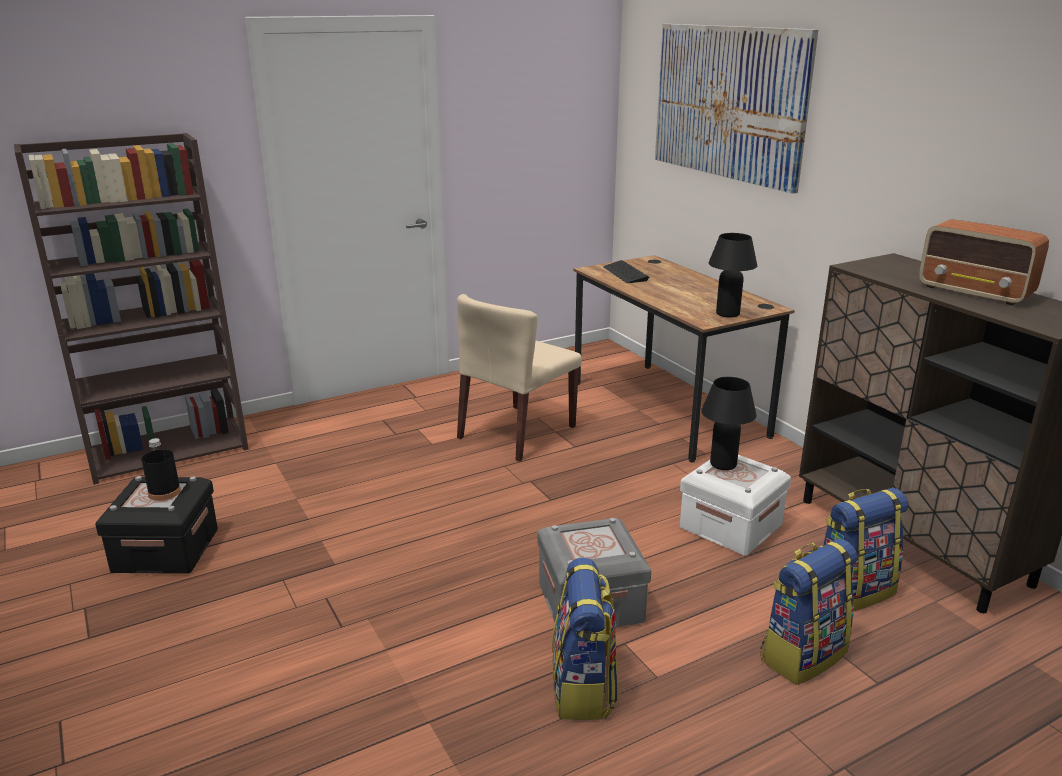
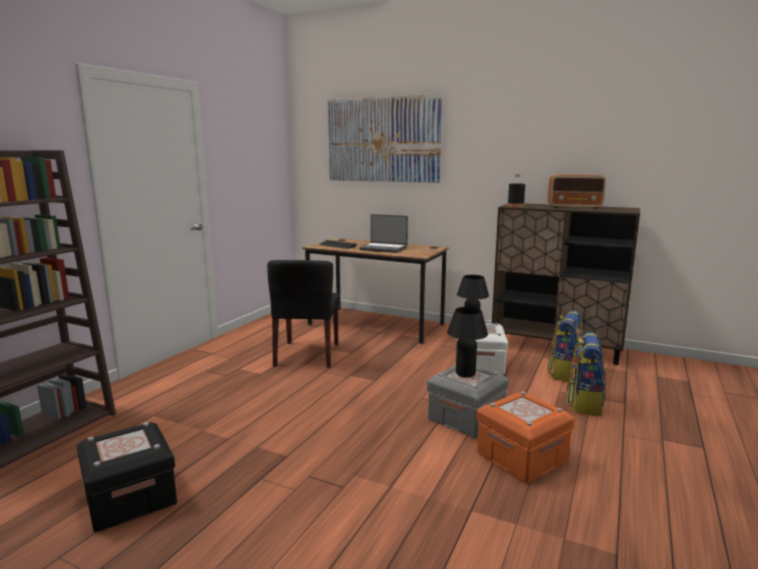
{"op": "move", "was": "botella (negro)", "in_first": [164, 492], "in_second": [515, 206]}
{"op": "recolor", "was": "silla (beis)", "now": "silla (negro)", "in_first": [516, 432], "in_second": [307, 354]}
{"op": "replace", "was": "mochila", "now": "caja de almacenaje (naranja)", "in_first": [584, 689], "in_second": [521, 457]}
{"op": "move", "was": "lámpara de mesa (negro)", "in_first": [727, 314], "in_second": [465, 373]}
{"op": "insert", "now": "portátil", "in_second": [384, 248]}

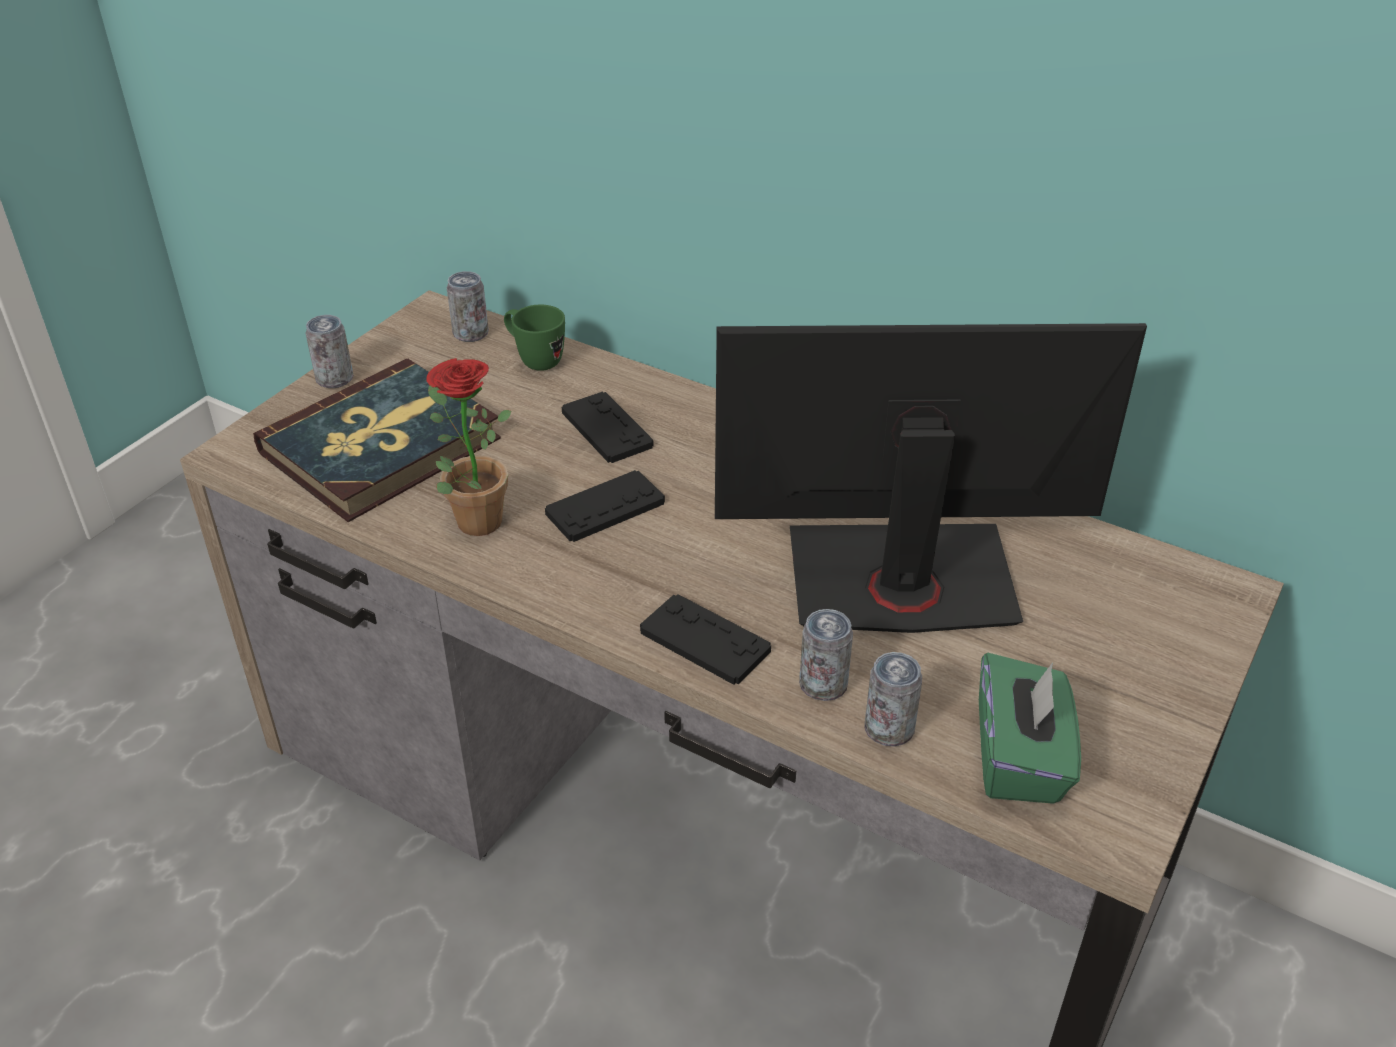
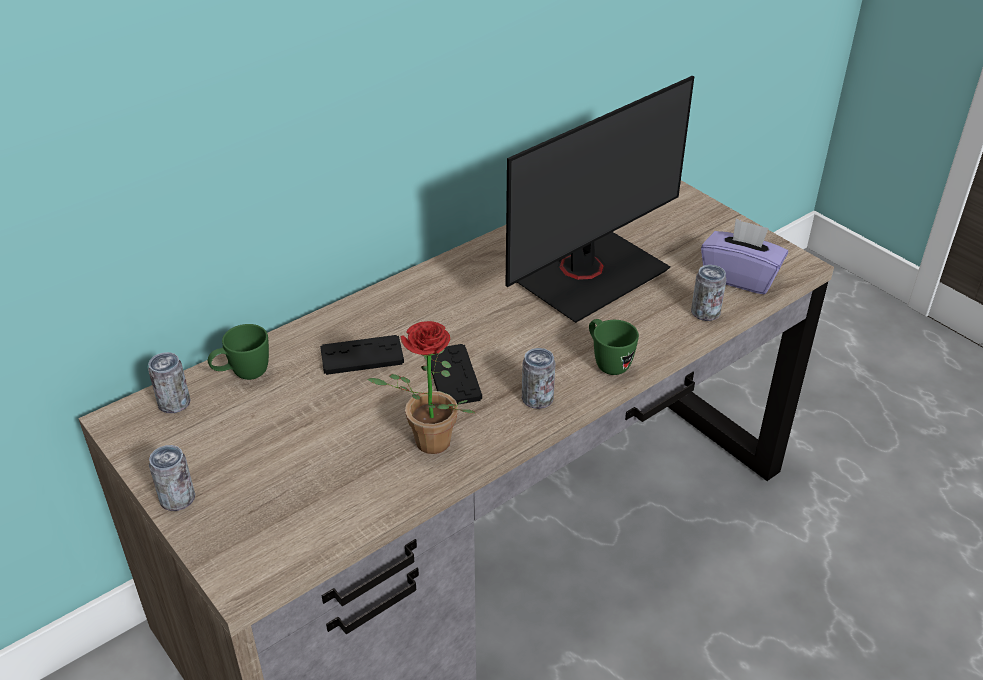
{"op": "delete", "was": "libro", "in_first": [381, 446]}
{"op": "replace", "was": "mando de consola (negro)", "now": "taza grande (verde)", "in_first": [705, 641], "in_second": [607, 362]}
{"op": "rotate", "was": "monitor", "in_first": [901, 581], "in_second": [589, 275], "clockwise": -150}
{"op": "move", "was": "lata", "in_first": [823, 685], "in_second": [537, 399]}
{"op": "recolor", "was": "caja de pañuelos (verde)", "now": "caja de pañuelos (morado)", "in_first": [1020, 759], "in_second": [740, 277]}

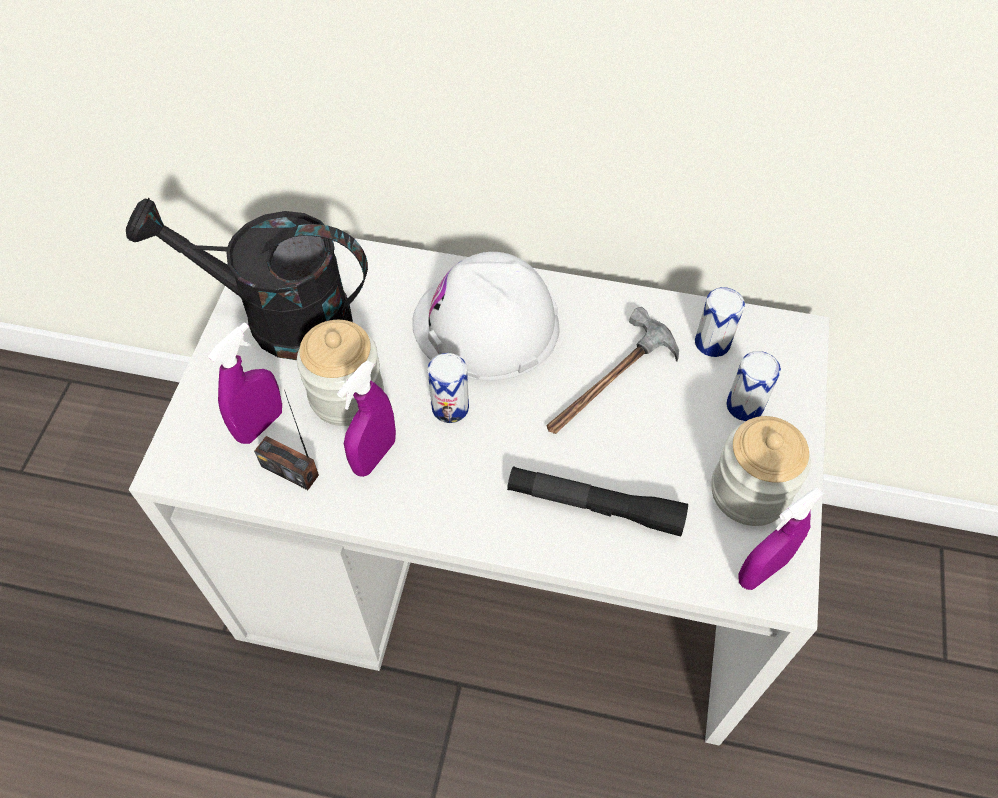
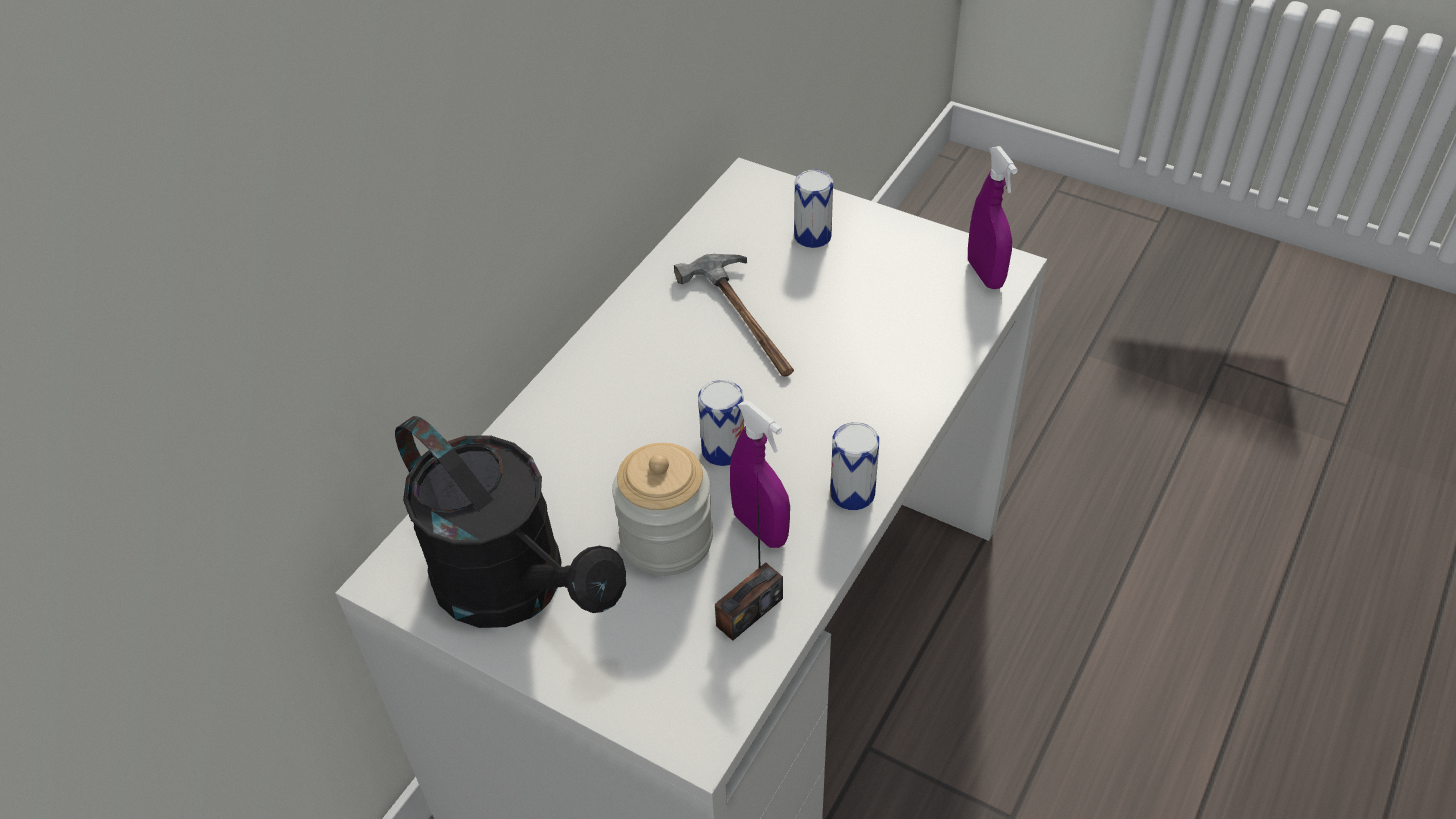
{"op": "rotate", "was": "regadera (negro)", "in_first": [279, 318], "in_second": [516, 588], "clockwise": -75}
{"op": "delete", "was": "pulverizador (morado)", "in_first": [260, 425]}
{"op": "delete", "was": "casco (blanco)", "in_first": [486, 325]}
{"op": "delete", "was": "linterna (negro)", "in_first": [594, 506]}
{"op": "move", "was": "lata", "in_first": [712, 342], "in_second": [852, 493]}
{"op": "delete", "was": "tarro", "in_first": [750, 491]}

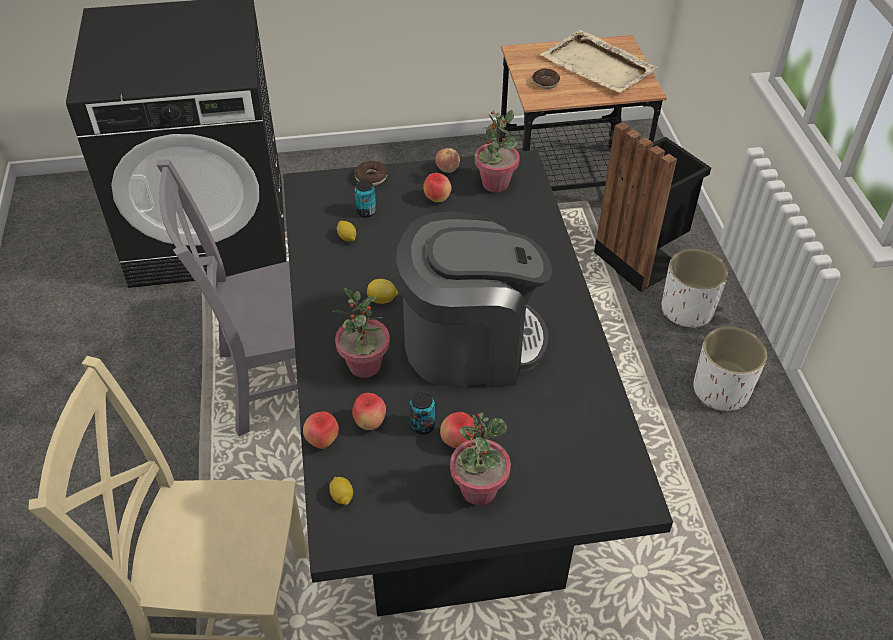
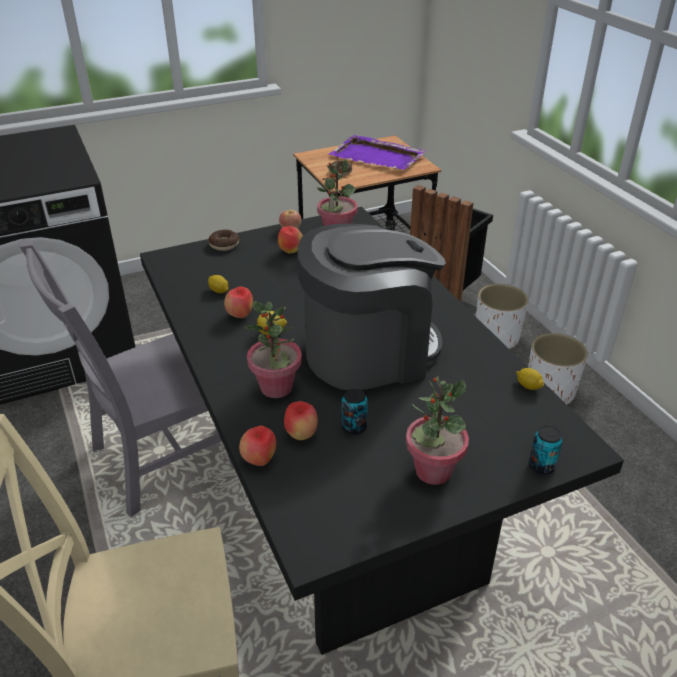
{"op": "move", "was": "limón", "in_first": [341, 496], "in_second": [528, 386]}
{"op": "move", "was": "lata", "in_first": [366, 212], "in_second": [541, 466]}
{"op": "move", "was": "manzana", "in_first": [457, 442], "in_second": [240, 315]}
{"op": "recolor", "was": "bandeja (beis)", "now": "bandeja (morado)", "in_first": [598, 66], "in_second": [378, 156]}

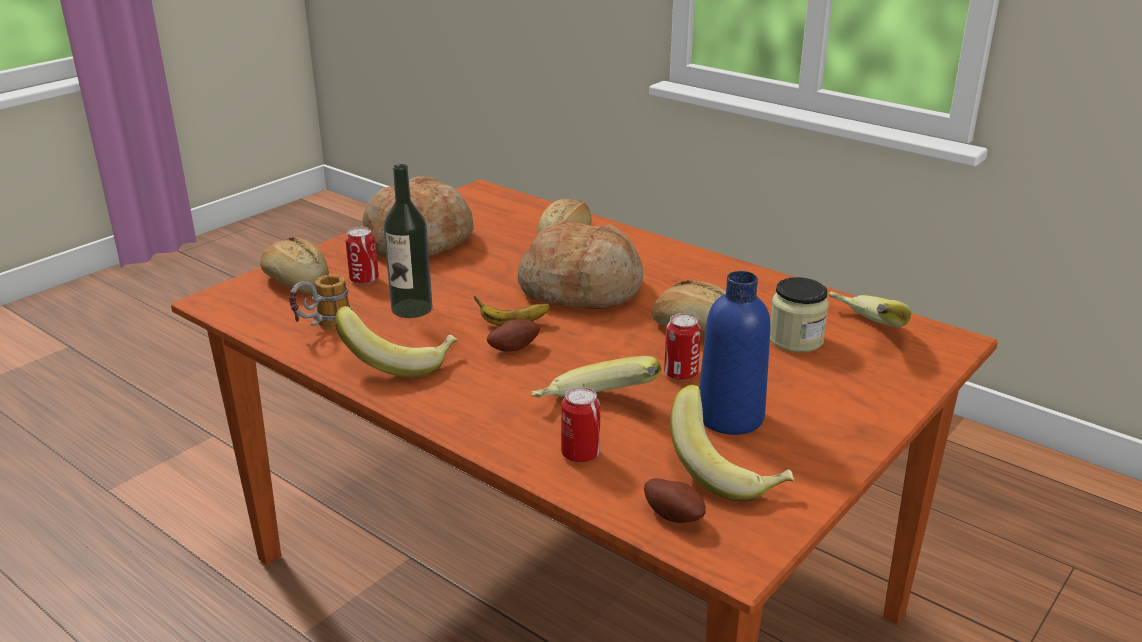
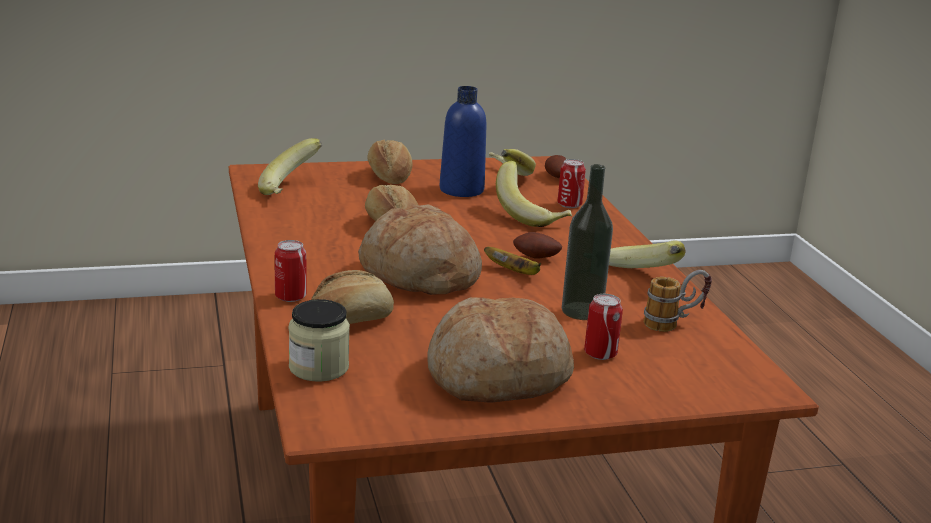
{"op": "move", "was": "pan", "in_first": [297, 282], "in_second": [389, 176]}
{"op": "move", "was": "lata", "in_first": [680, 374], "in_second": [290, 297]}
{"op": "move", "was": "tarro", "in_first": [795, 339], "in_second": [319, 367]}

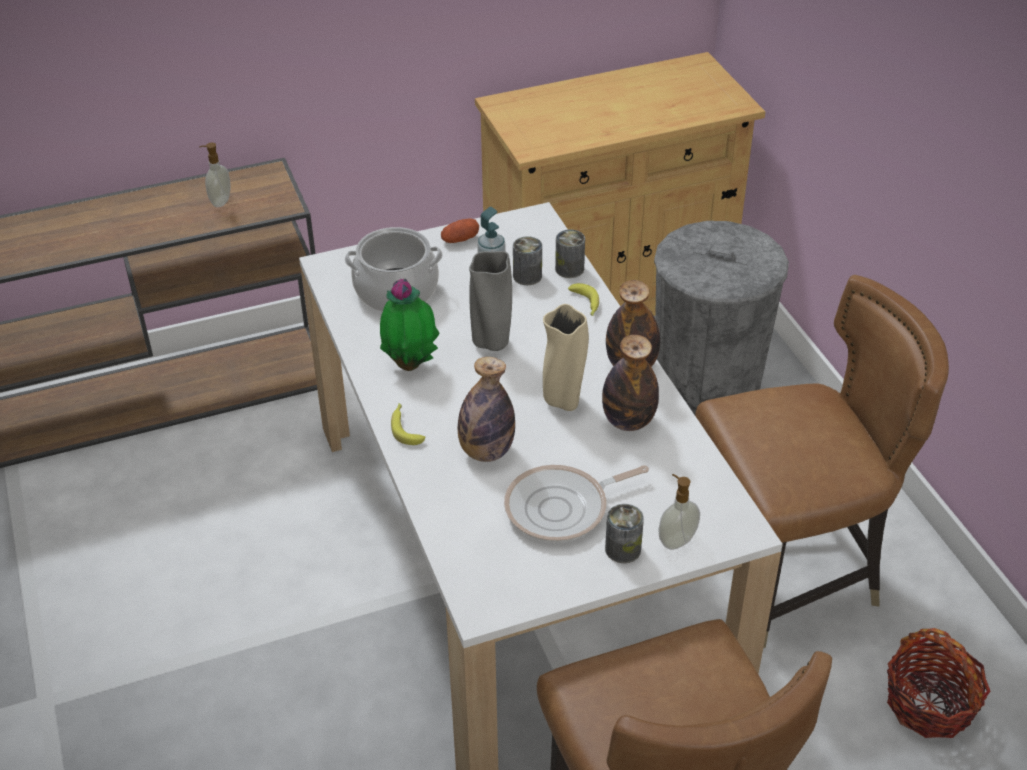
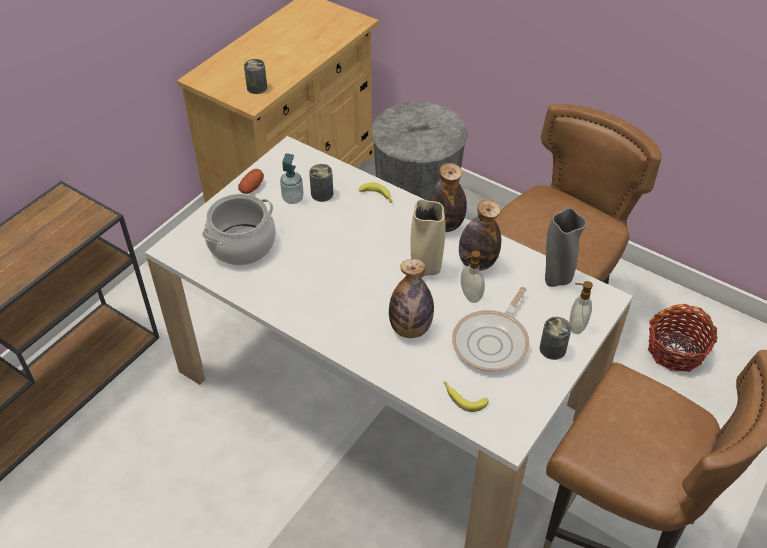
{"op": "move", "was": "dispensador de jabón", "in_first": [220, 201], "in_second": [470, 296]}
{"op": "delete", "was": "planta en maceta", "in_first": [411, 364]}
{"op": "move", "was": "plátano", "in_first": [406, 427], "in_second": [463, 397]}
{"op": "move", "was": "florero (gris)", "in_first": [491, 343], "in_second": [556, 279]}
{"op": "move", "was": "lata", "in_first": [569, 269], "in_second": [257, 88]}

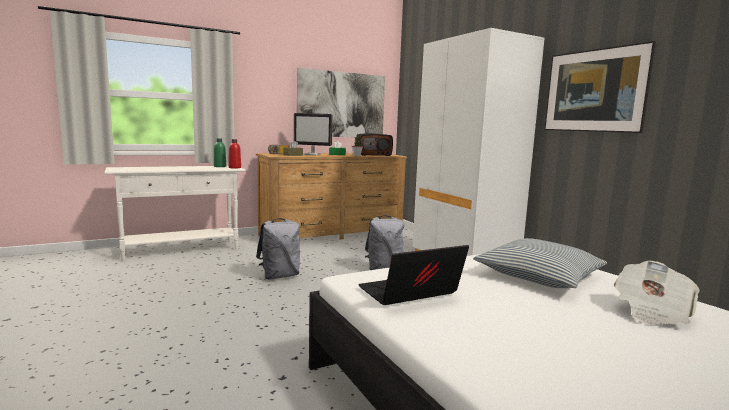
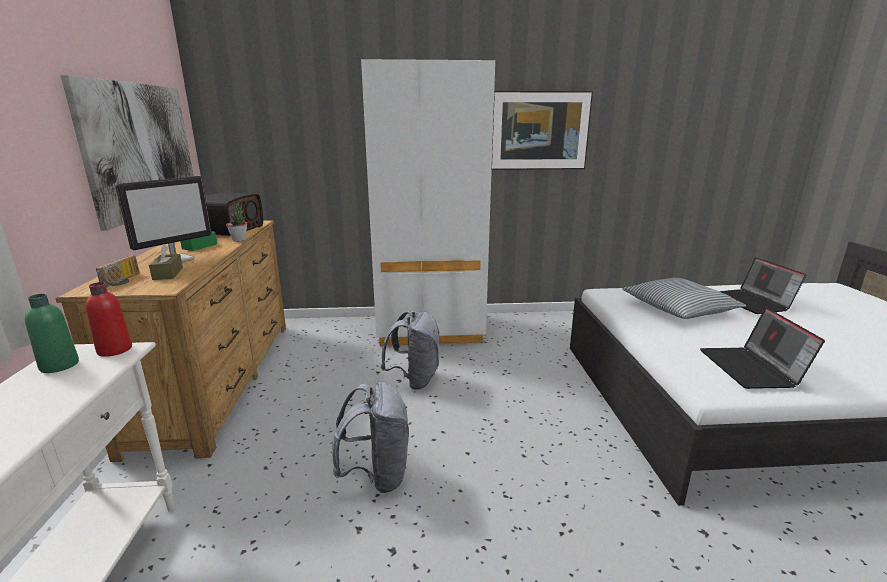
{"op": "replace", "was": "periódico", "now": "portátil", "in_first": [651, 311], "in_second": [753, 302]}

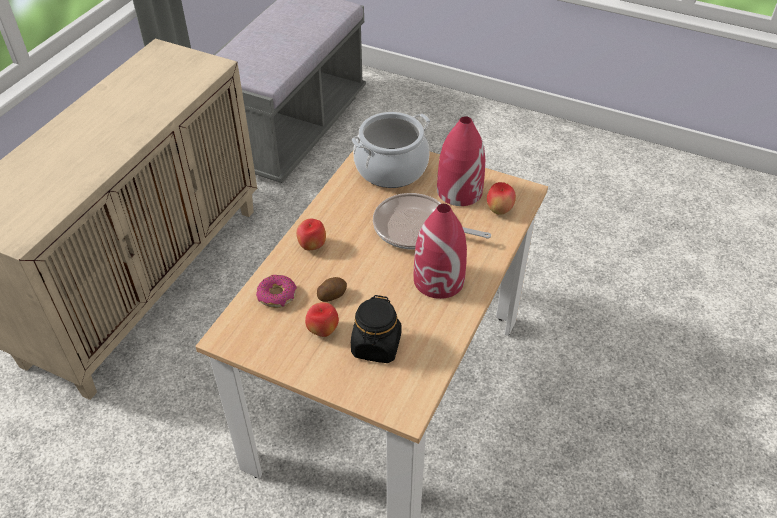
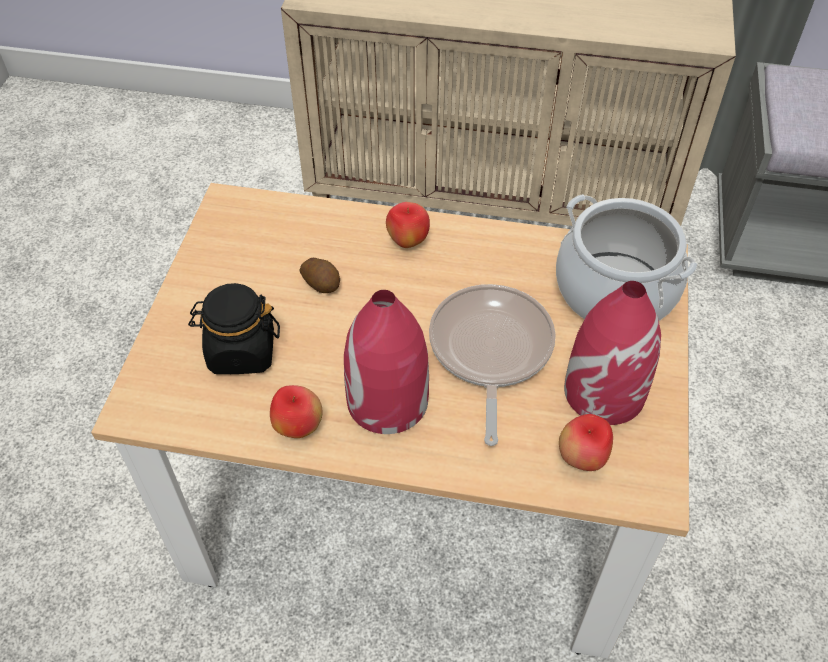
{"op": "delete", "was": "rosquilla", "in_first": [277, 296]}
{"op": "move", "was": "manzana", "in_first": [323, 330], "in_second": [298, 427]}

